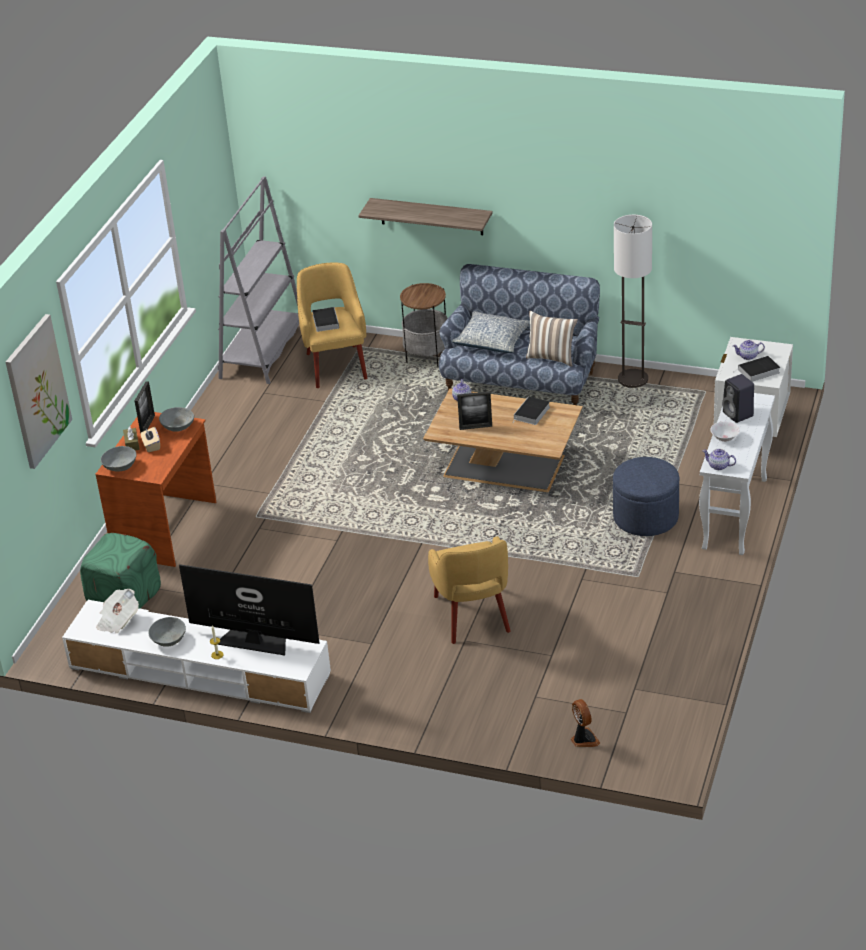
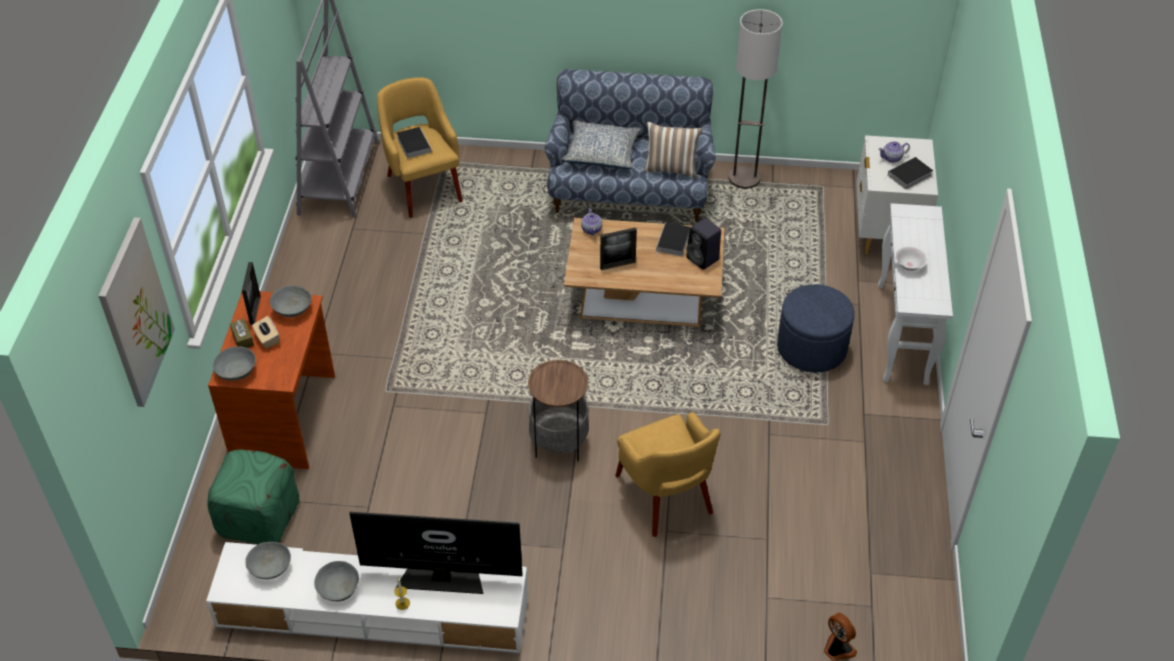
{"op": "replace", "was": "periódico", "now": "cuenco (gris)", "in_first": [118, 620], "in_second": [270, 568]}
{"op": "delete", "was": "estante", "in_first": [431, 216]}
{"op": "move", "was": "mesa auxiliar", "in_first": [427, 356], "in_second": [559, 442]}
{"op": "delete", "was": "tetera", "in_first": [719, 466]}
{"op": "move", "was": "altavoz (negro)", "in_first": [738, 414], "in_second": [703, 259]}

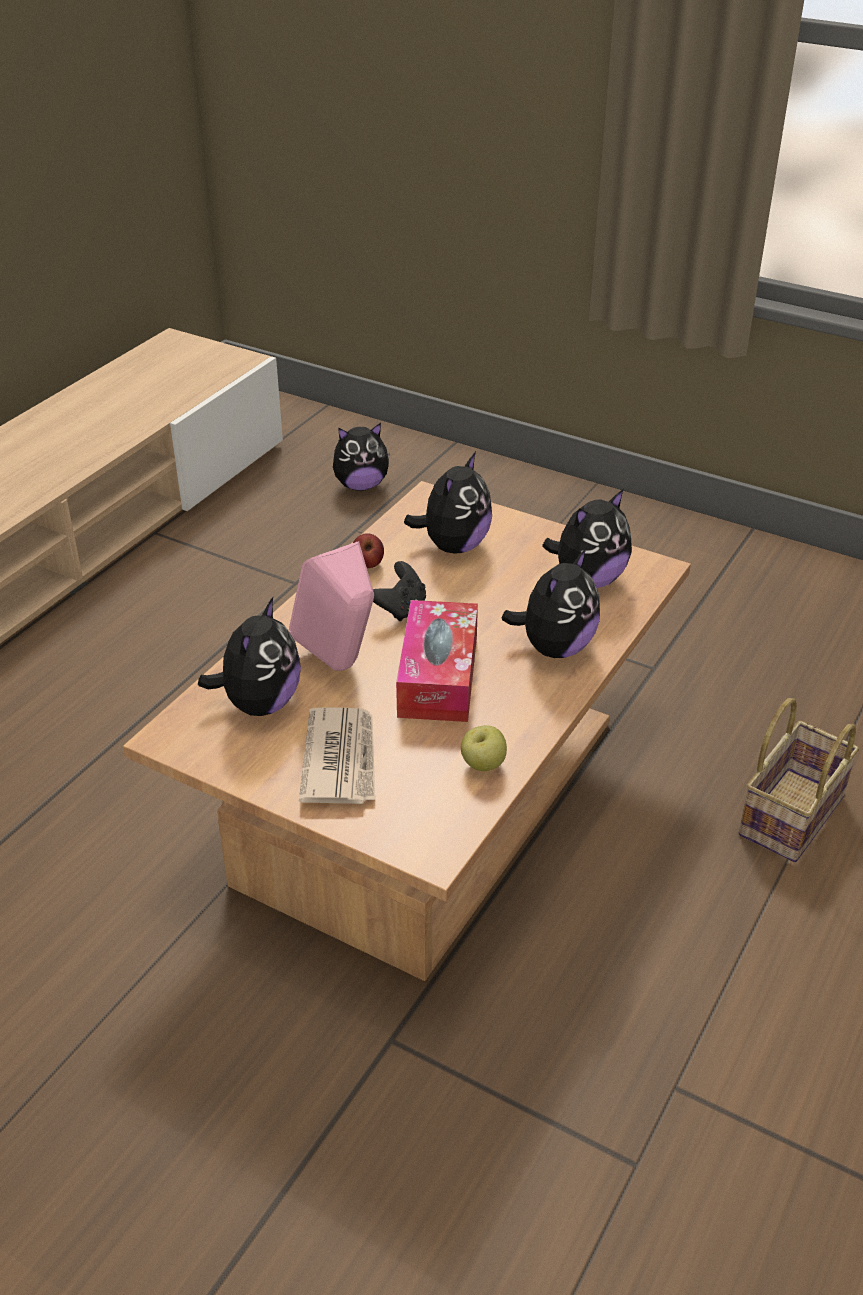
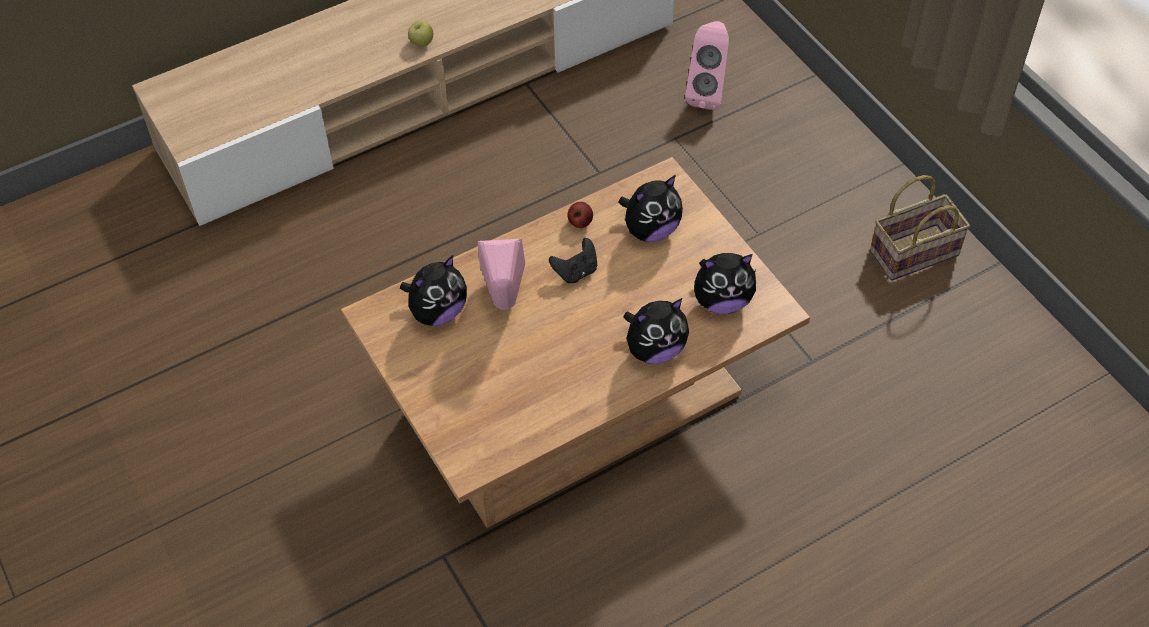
{"op": "delete", "was": "periódico", "in_first": [341, 759]}
{"op": "replace", "was": "peluche", "now": "altavoz (rosa)", "in_first": [361, 485], "in_second": [707, 93]}
{"op": "delete", "was": "caja de pañuelos", "in_first": [438, 676]}
{"op": "move", "was": "manzana", "in_first": [483, 765], "in_second": [421, 43]}
{"op": "move", "was": "cesta", "in_first": [790, 813], "in_second": [915, 251]}

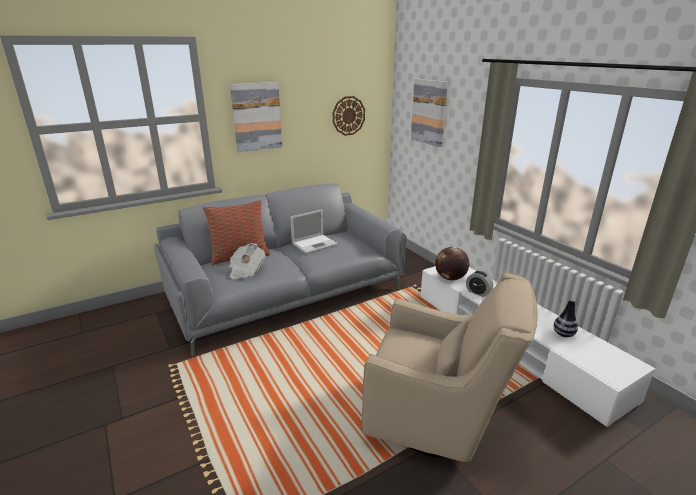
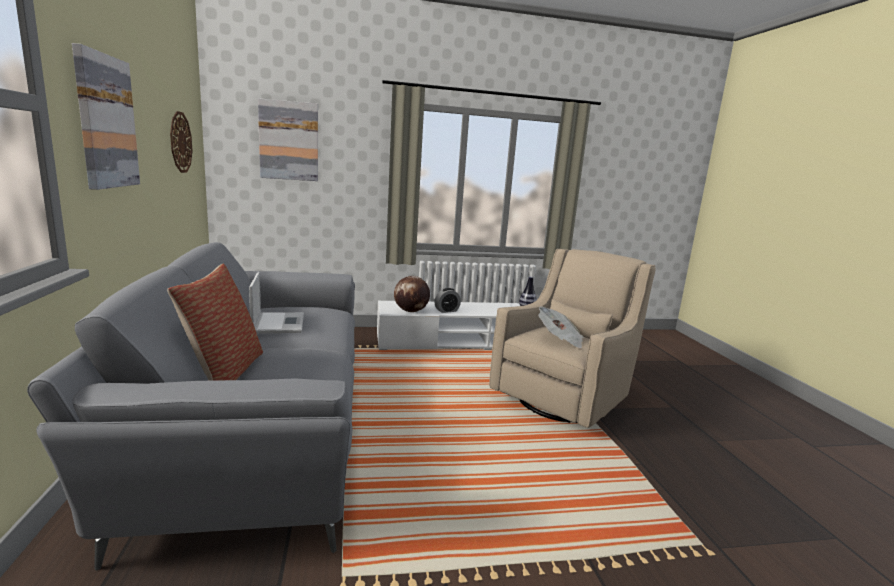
{"op": "move", "was": "periódico", "in_first": [246, 270], "in_second": [560, 340]}

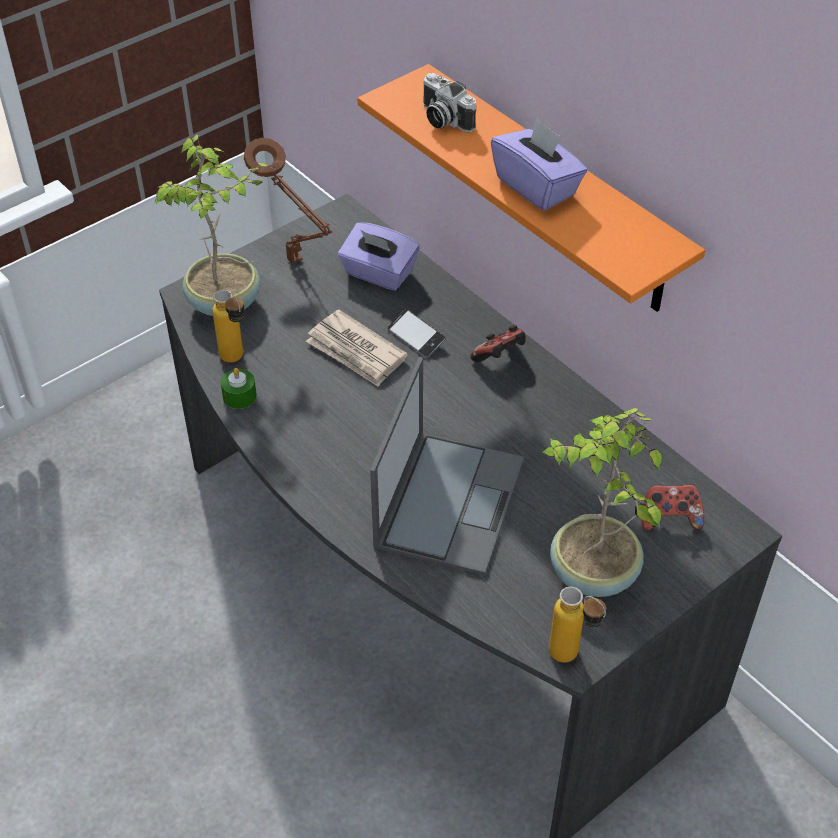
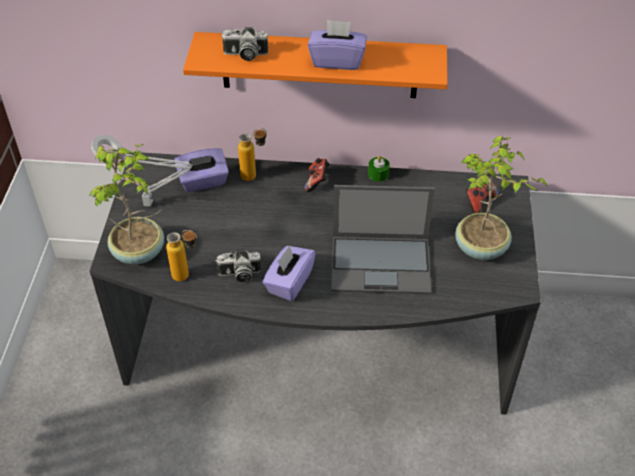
{"op": "move", "was": "vela (verde)", "in_first": [239, 396], "in_second": [378, 174]}
{"op": "recolor", "was": "lámpara de mesa (marrón)", "now": "lámpara de mesa (gris)", "in_first": [297, 263], "in_second": [151, 204]}
{"op": "delete", "was": "periódico", "in_first": [356, 352]}
{"op": "rotate", "was": "portátil", "in_first": [450, 500], "in_second": [382, 264], "clockwise": 120}
{"op": "delete", "was": "móvil", "in_first": [416, 337]}
{"op": "move", "was": "botella", "in_first": [573, 658], "in_second": [255, 176]}
{"op": "insert", "now": "cámara", "in_second": [239, 274]}
{"op": "insert", "now": "caja de pañuelos (morado)", "in_second": [289, 282]}

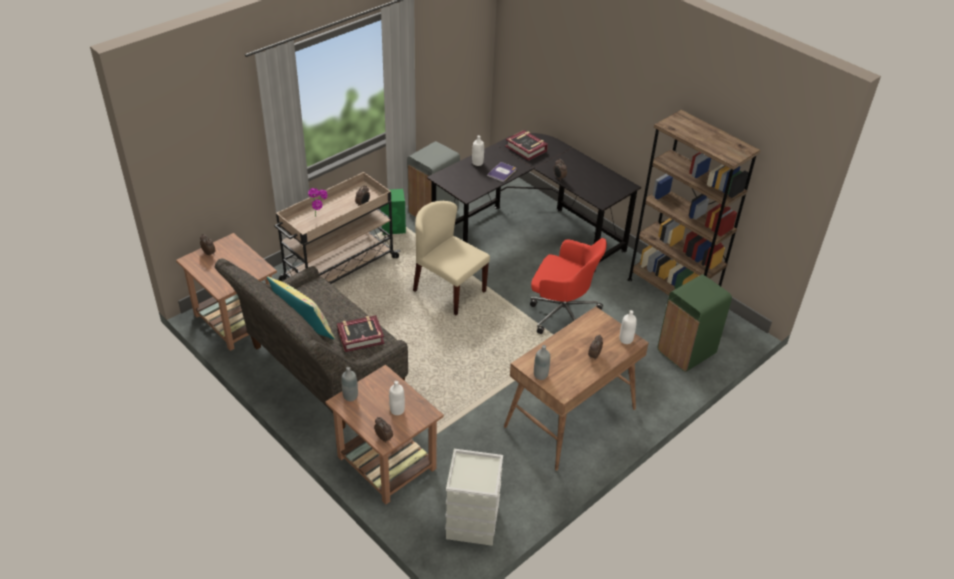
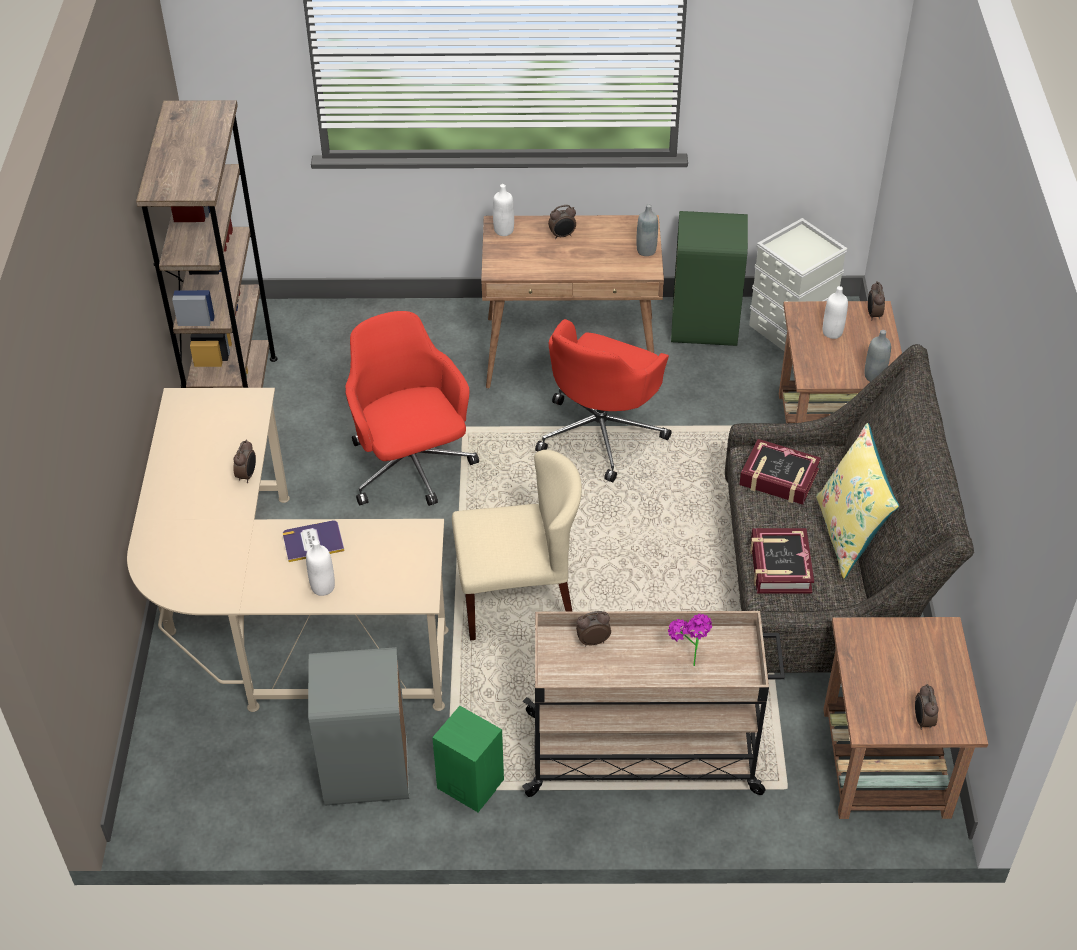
{"op": "rotate", "was": "silla (beis)", "in_first": [449, 291], "in_second": [518, 600], "clockwise": -90}
{"op": "recolor", "was": "escritorio (negro)", "now": "escritorio (beis)", "in_first": [528, 232], "in_second": [277, 621]}
{"op": "move", "was": "libro", "in_first": [526, 148], "in_second": [779, 566]}
{"op": "move", "was": "papelera (verde)", "in_first": [687, 352], "in_second": [703, 325]}
{"op": "insert", "now": "silla de oficina (rojo)", "in_second": [601, 432]}

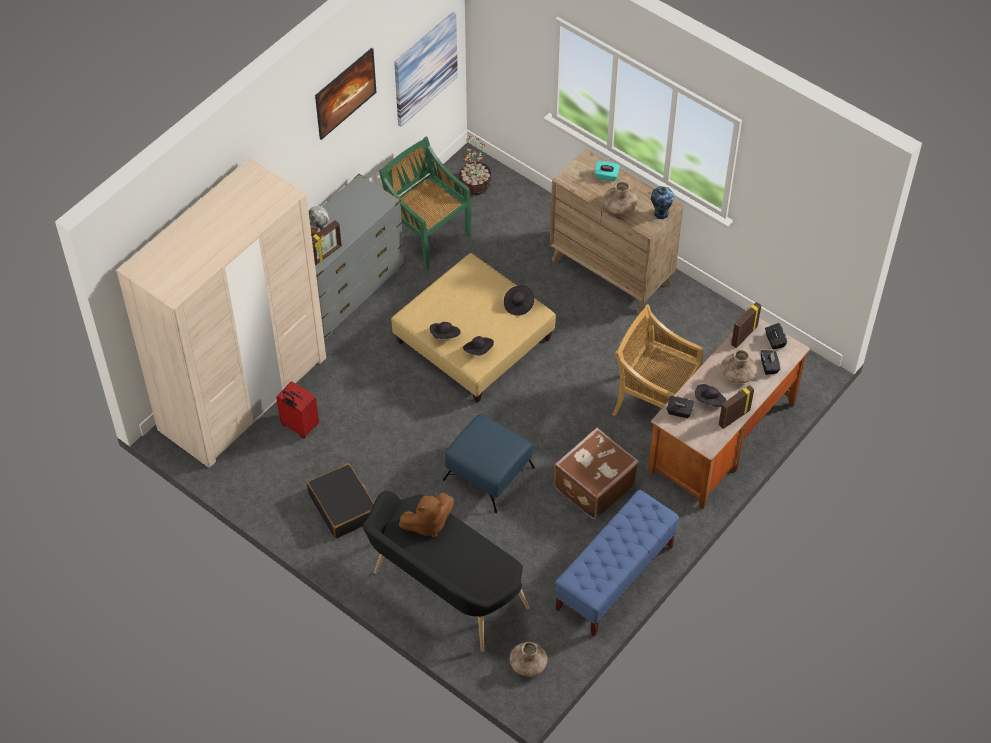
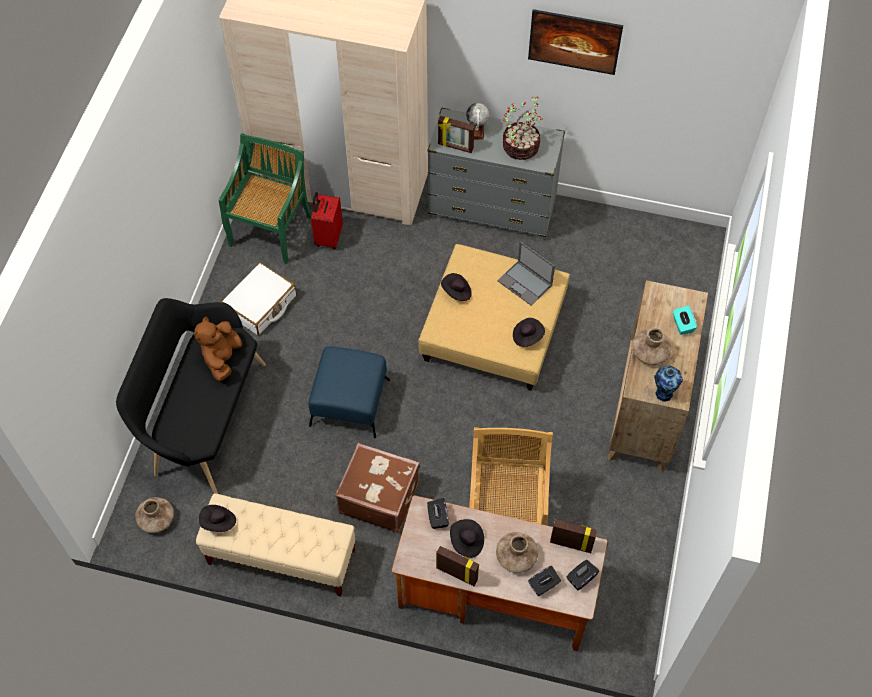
{"op": "recolor", "was": "maleta (negro)", "now": "maleta (blanco)", "in_first": [343, 506], "in_second": [260, 305]}
{"op": "move", "was": "silla (verde)", "in_first": [427, 235], "in_second": [271, 229]}
{"op": "delete", "was": "cuadro", "in_first": [425, 68]}
{"op": "rotate", "was": "peluche (marrón)", "in_first": [427, 524], "in_second": [222, 358], "clockwise": 60}
{"op": "move", "was": "planta en maceta", "in_first": [475, 184], "in_second": [521, 147]}
{"op": "move", "was": "sombrero (negro)", "in_first": [479, 350], "in_second": [219, 522]}
{"op": "recolor", "was": "banco (azul)", "now": "banco (beis)", "in_first": [614, 578], "in_second": [281, 557]}
{"op": "insert", "now": "portátil", "in_second": [525, 283]}

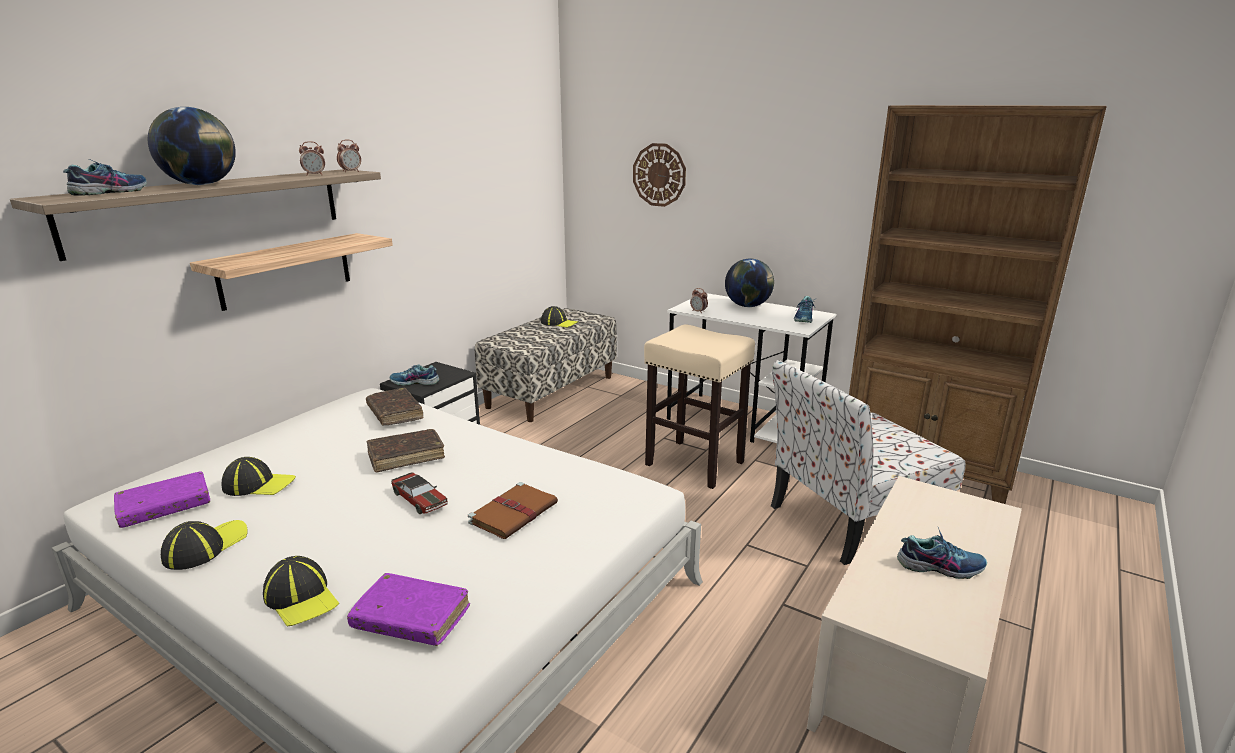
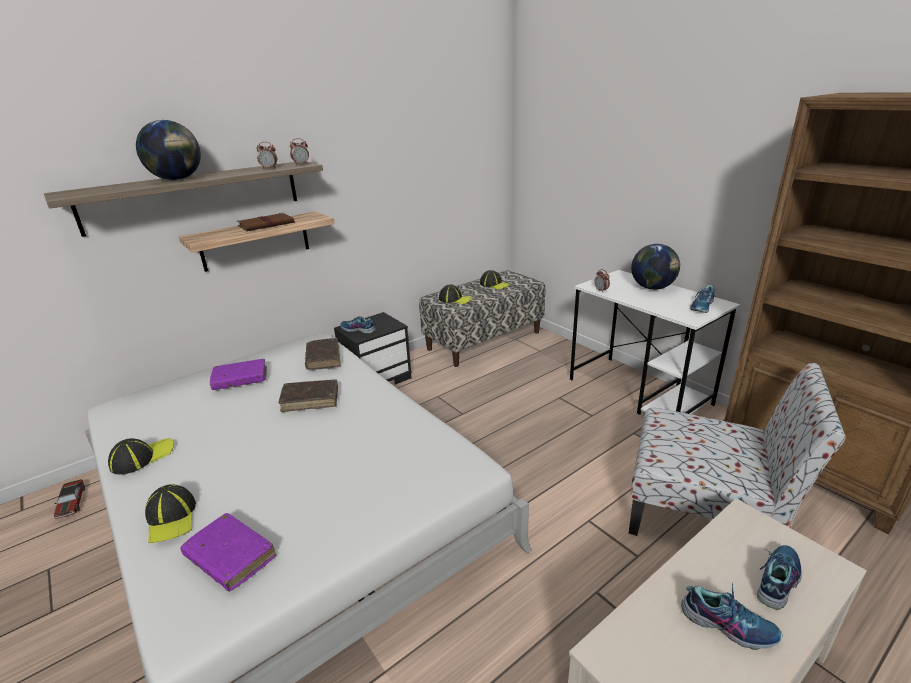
{"op": "move", "was": "zapato", "in_first": [110, 192], "in_second": [776, 580]}
{"op": "move", "was": "libro (morado)", "in_first": [165, 507], "in_second": [240, 379]}
{"op": "move", "was": "gorra", "in_first": [259, 484], "in_second": [455, 299]}
{"op": "move", "was": "coche de juguete", "in_first": [420, 500], "in_second": [71, 503]}
{"op": "move", "was": "libro (marrón)", "in_first": [514, 512], "in_second": [267, 224]}
{"op": "delete", "was": "reloj de pared", "in_first": [659, 175]}
{"op": "delete", "was": "taburete (beis)", "in_first": [693, 463]}
{"op": "rotate", "was": "silla", "in_first": [852, 519], "in_second": [705, 514], "clockwise": -150}

